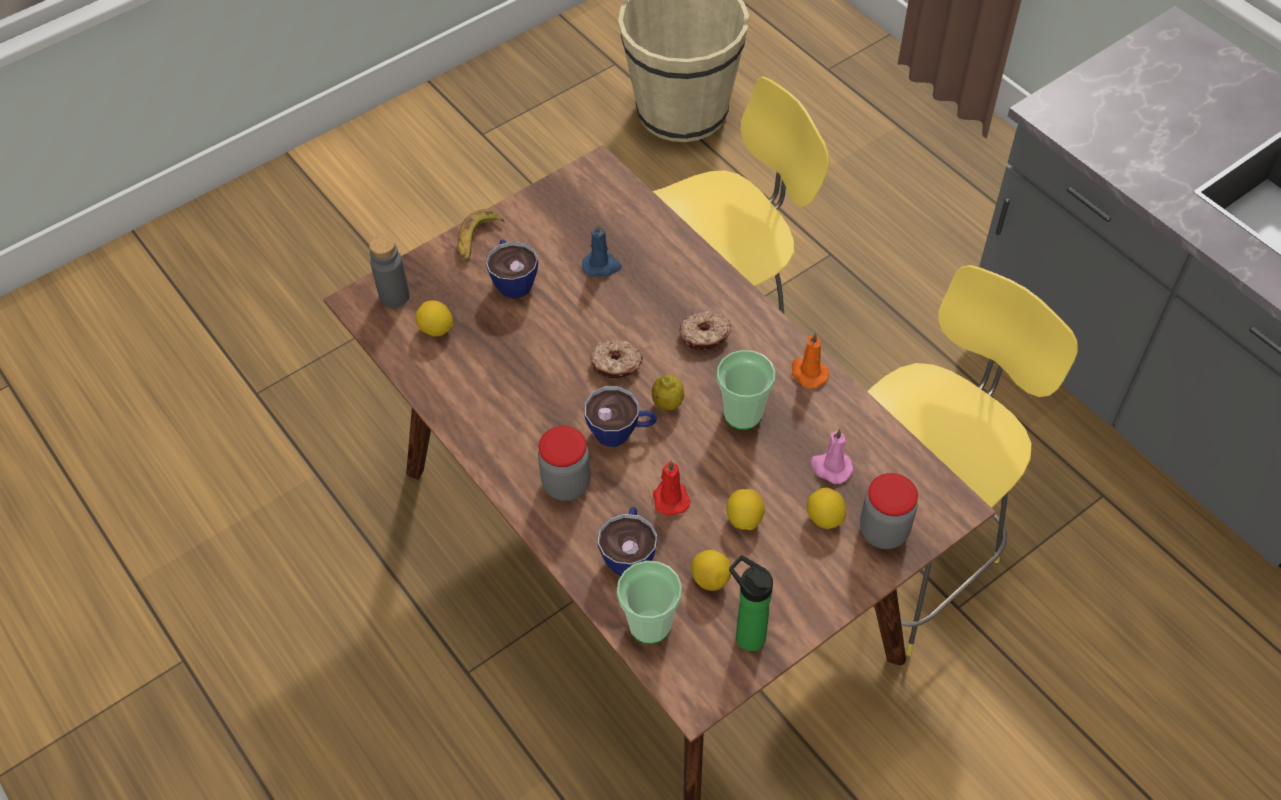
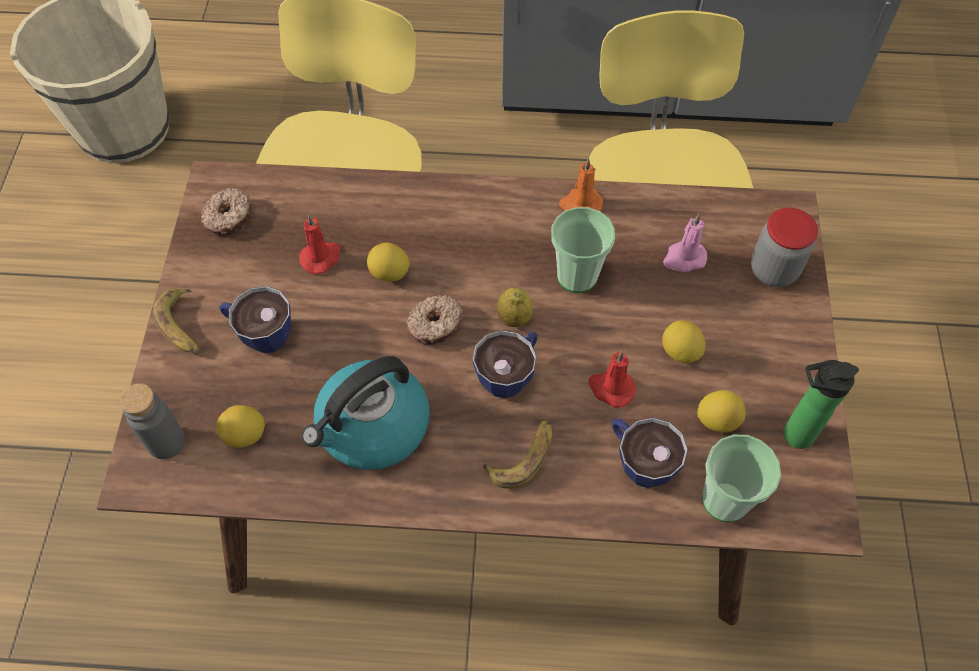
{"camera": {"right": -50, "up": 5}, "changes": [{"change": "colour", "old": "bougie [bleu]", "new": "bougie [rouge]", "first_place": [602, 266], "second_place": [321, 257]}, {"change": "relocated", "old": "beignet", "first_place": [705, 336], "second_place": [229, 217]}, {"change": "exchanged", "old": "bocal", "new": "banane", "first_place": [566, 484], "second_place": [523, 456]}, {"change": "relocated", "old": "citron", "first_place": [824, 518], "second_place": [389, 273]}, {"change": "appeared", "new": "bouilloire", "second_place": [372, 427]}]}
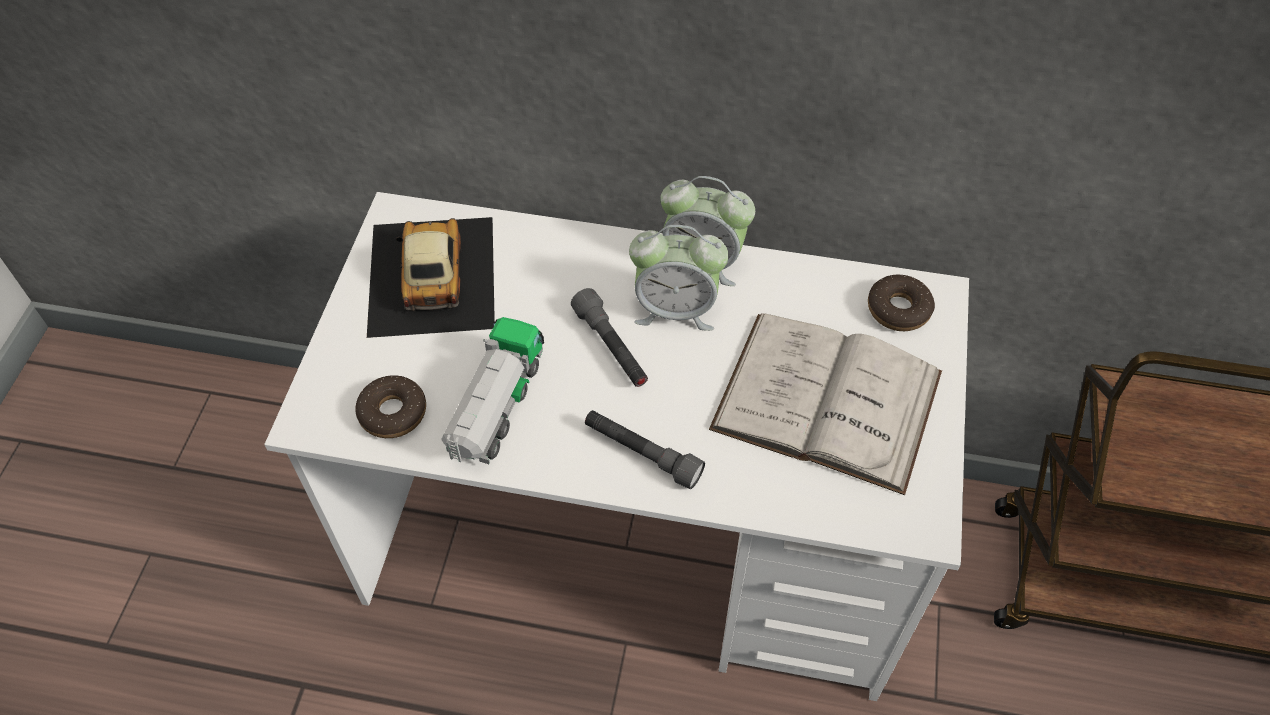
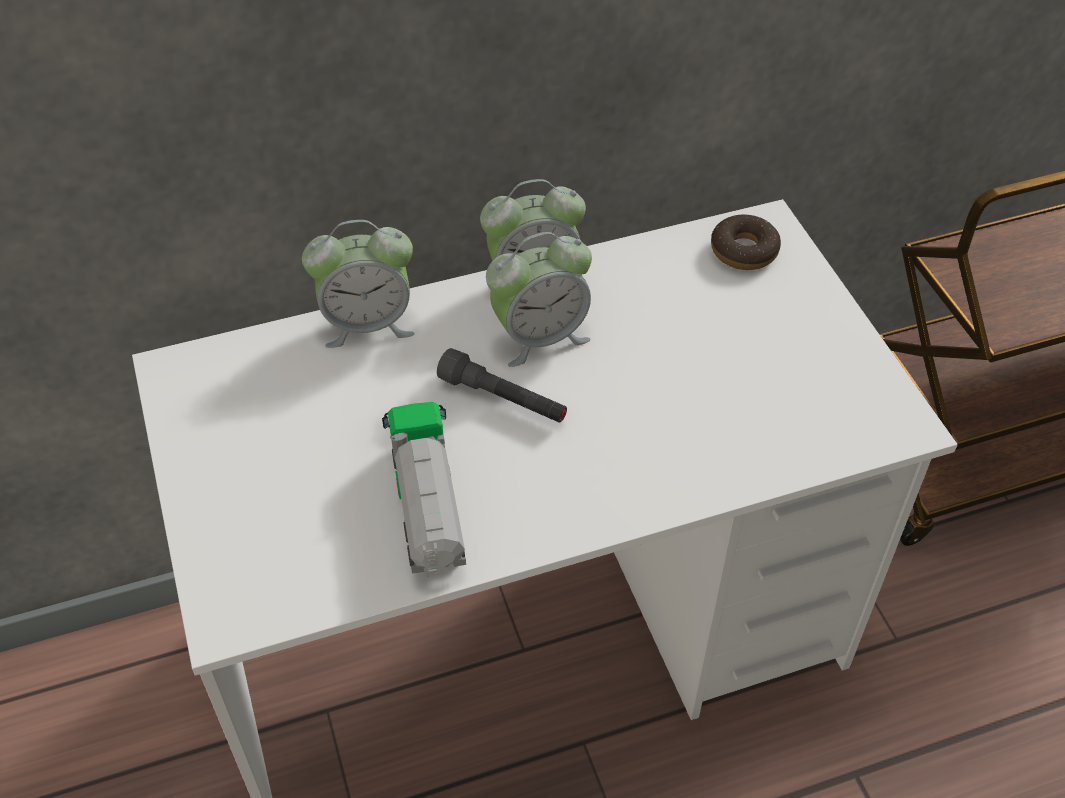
{"camera": {"right": -30, "up": -5}, "changes": [{"change": "missing", "old": "petite voiture", "first_place": [431, 276]}, {"change": "missing", "old": "livre [blanc]", "first_place": [827, 400]}, {"change": "missing", "old": "beignet", "first_place": [393, 413]}, {"change": "missing", "old": "lampe de poche [gris]", "first_place": [642, 454]}, {"change": "appeared", "new": "réveil", "second_place": [367, 323]}]}
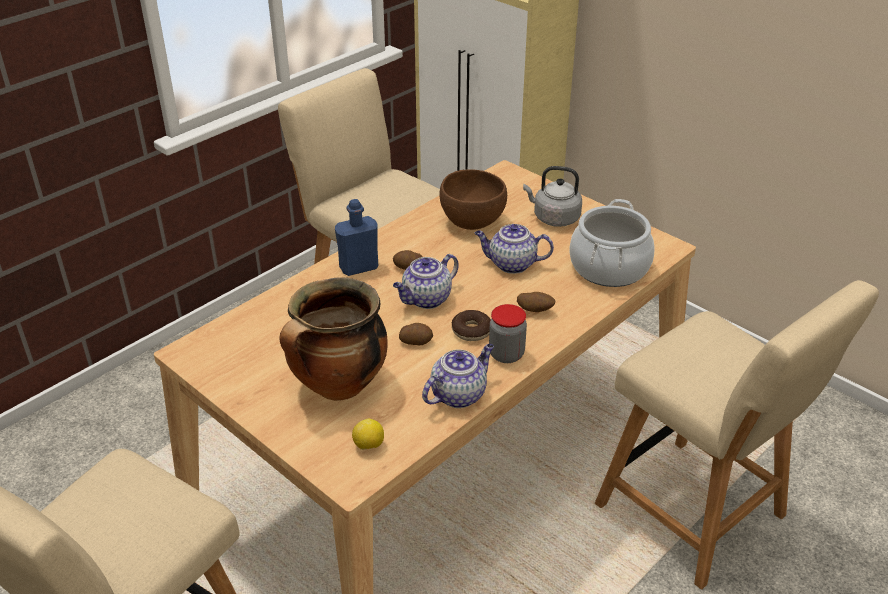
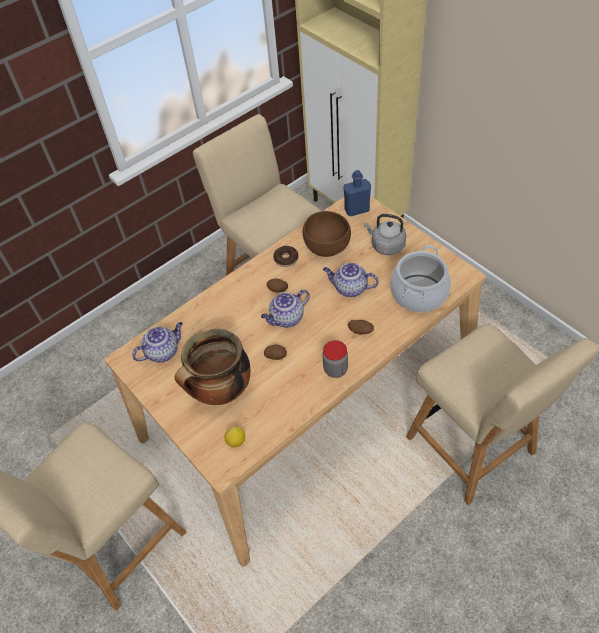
{"camera": {"right": 10, "up": 15}, "changes": [{"change": "relocated", "old": "bouteille [bleu]", "first_place": [359, 267], "second_place": [357, 210]}, {"change": "relocated", "old": "beignet", "first_place": [471, 331], "second_place": [286, 259]}, {"change": "relocated", "old": "théière", "first_place": [458, 394], "second_place": [163, 351]}]}
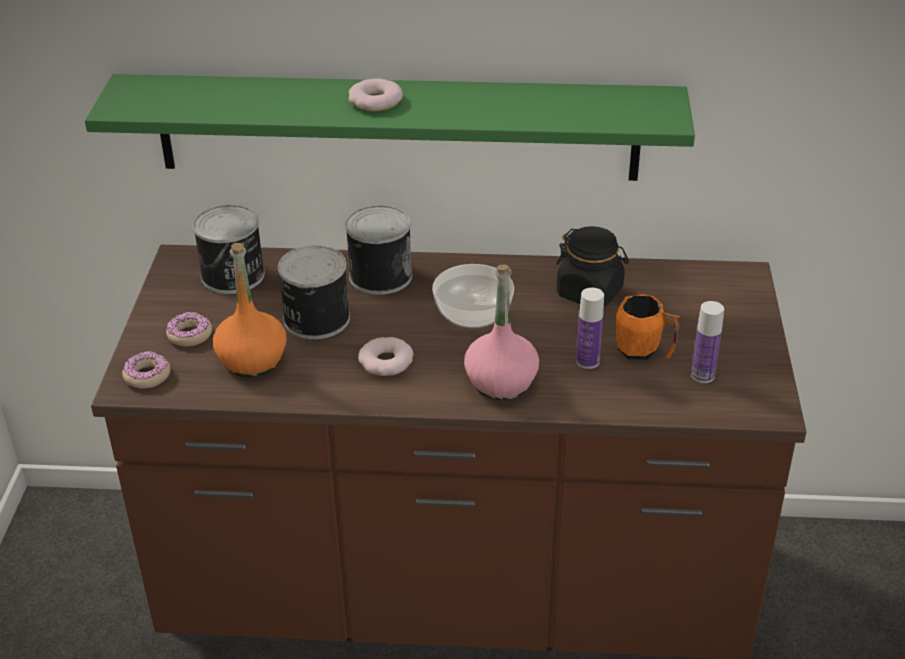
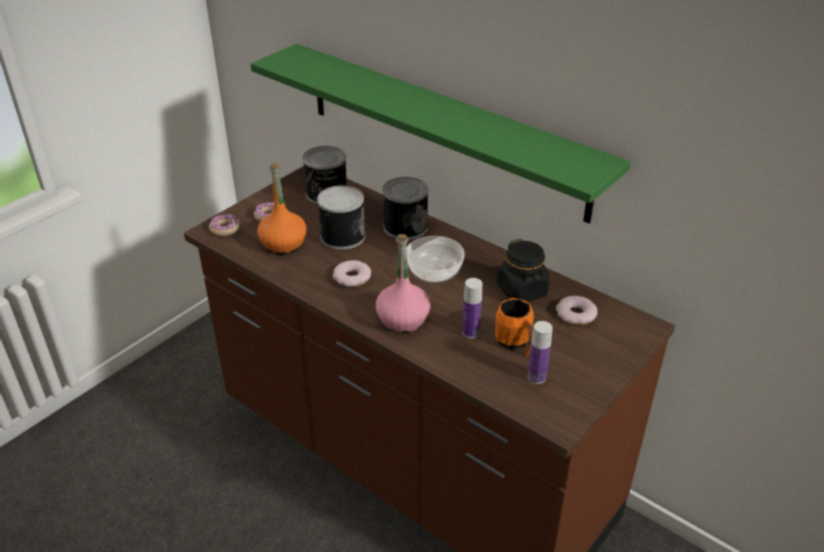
{"camera": {"right": 35, "up": 0}, "changes": [{"change": "relocated", "old": "beignet", "first_place": [375, 101], "second_place": [576, 314]}]}
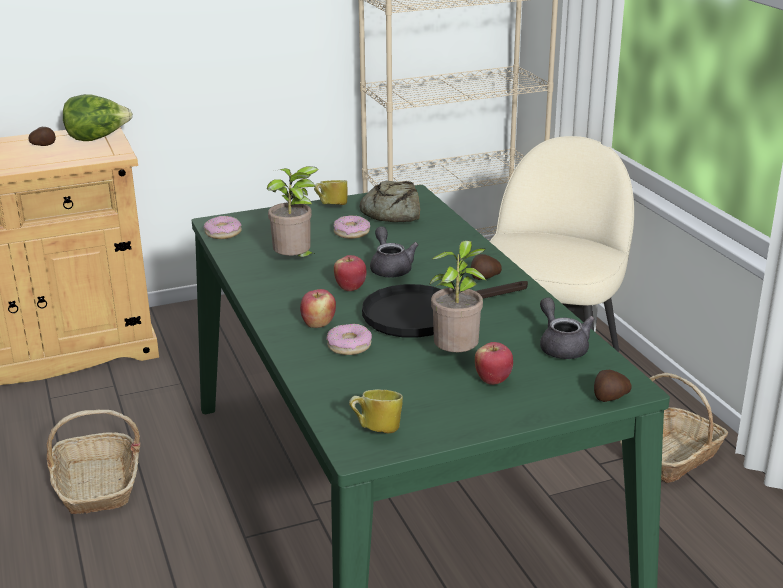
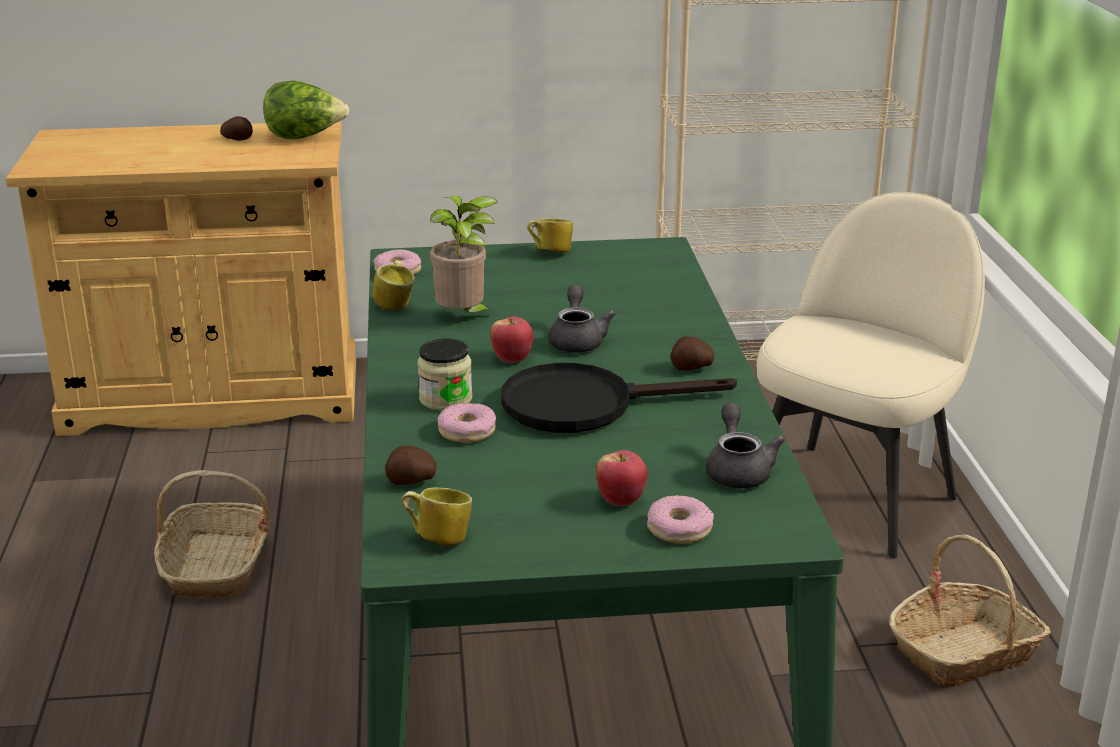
{"camera": {"right": 15, "up": 0}, "changes": [{"change": "missing", "old": "pain", "first_place": [391, 212]}, {"change": "relocated", "old": "beignet", "first_place": [351, 232], "second_place": [679, 529]}, {"change": "missing", "old": "plante en pot", "first_place": [457, 356]}, {"change": "exchanged", "old": "pomme", "new": "bocal", "first_place": [318, 324], "second_place": [445, 399]}, {"change": "relocated", "old": "pomme de terre", "first_place": [609, 398], "second_place": [411, 482]}, {"change": "appeared", "new": "mug", "second_place": [396, 305]}]}
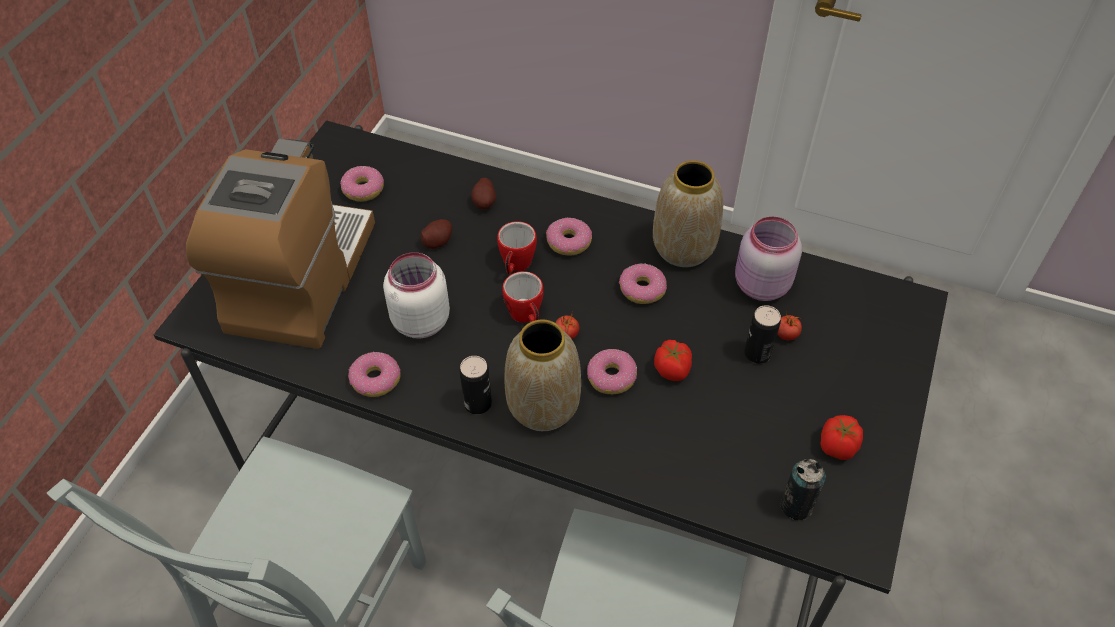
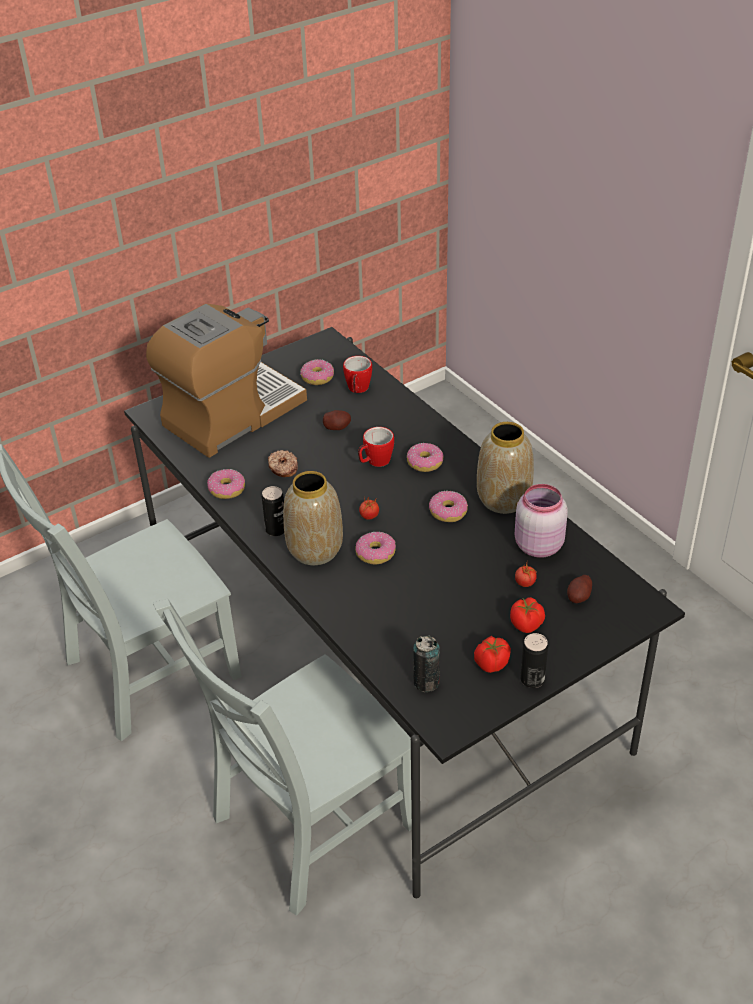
{"camera": {"right": 35, "up": -10}, "changes": [{"change": "relocated", "old": "pomme de terre", "first_place": [484, 202], "second_place": [578, 597]}, {"change": "exchanged", "old": "bocal [blanc]", "new": "beignet", "first_place": [419, 321], "second_place": [283, 468]}, {"change": "relocated", "old": "mug", "first_place": [526, 316], "second_place": [357, 390]}, {"change": "relocated", "old": "boîte métallique", "first_place": [757, 353], "second_place": [532, 679]}, {"change": "relocated", "old": "tomate", "first_place": [672, 370], "second_place": [527, 624]}]}
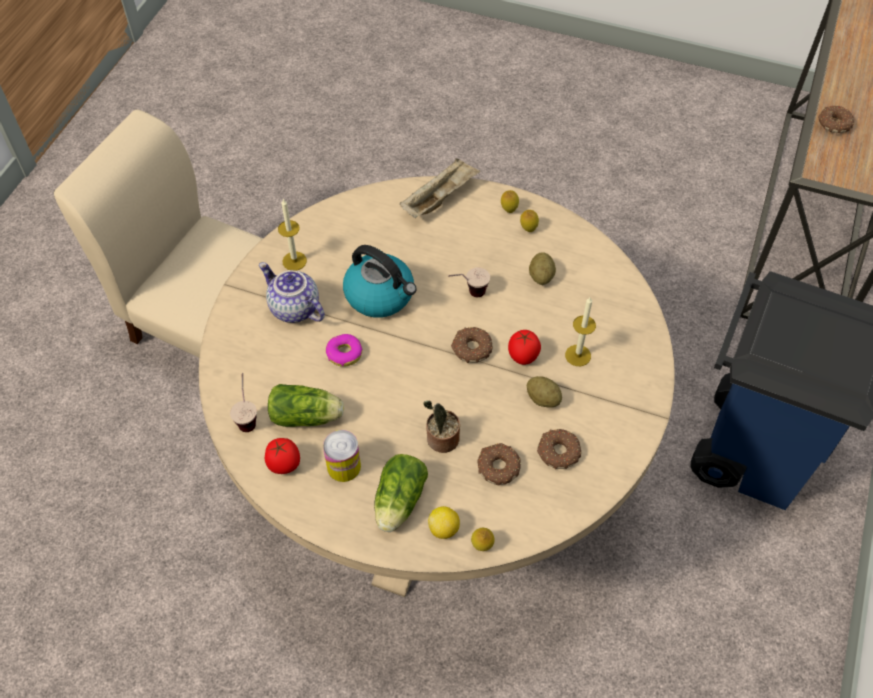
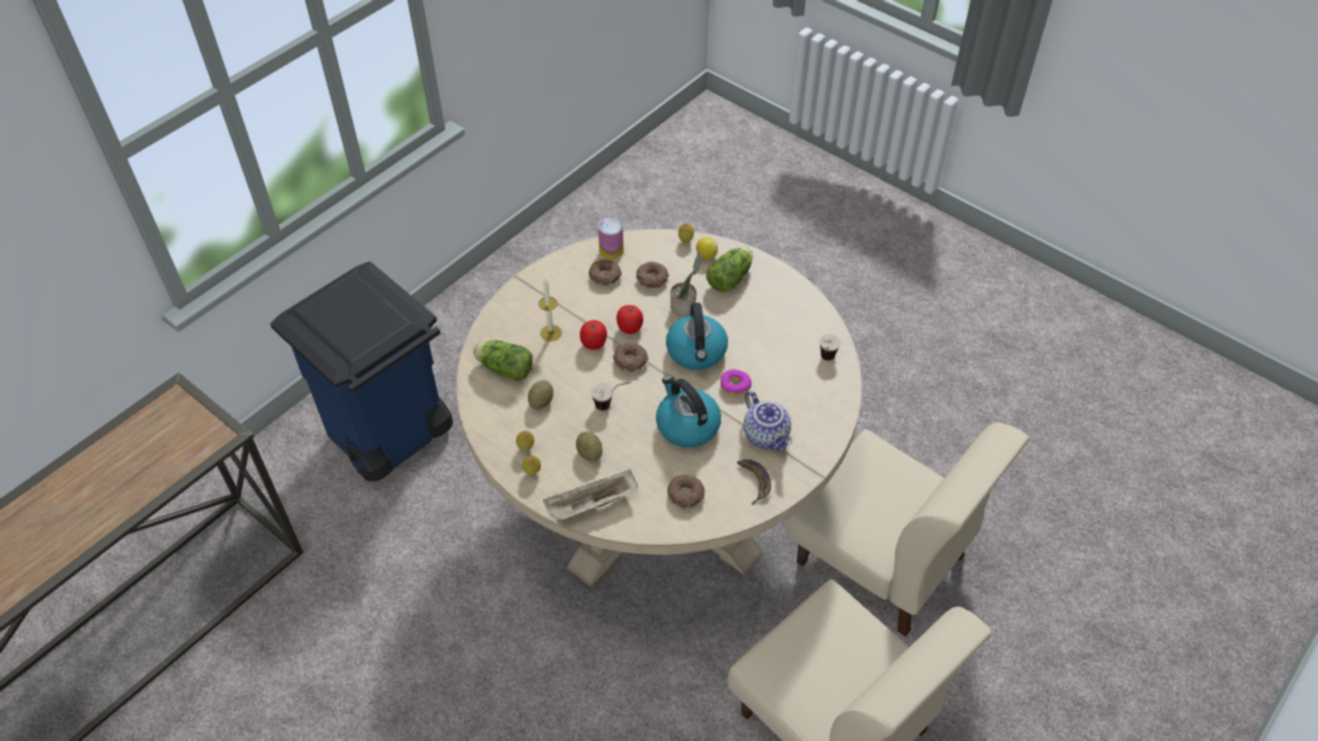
{"camera": {"right": -160, "up": -5}, "changes": [{"change": "relocated", "old": "beignet", "first_place": [833, 123], "second_place": [686, 495]}, {"change": "exchanged", "old": "bougie", "new": "banane", "first_place": [294, 261], "second_place": [754, 481]}, {"change": "relocated", "old": "pomme de terre", "first_place": [543, 399], "second_place": [589, 453]}, {"change": "relocated", "old": "laitue", "first_place": [308, 416], "second_place": [503, 368]}, {"change": "relocated", "old": "boîte métallique", "first_place": [344, 466], "second_place": [611, 249]}, {"change": "relocated", "old": "tomate", "first_place": [284, 465], "second_place": [630, 328]}, {"change": "appeared", "new": "bouilloire", "second_place": [697, 352]}, {"change": "appeared", "new": "chaise [beige]", "second_place": [881, 560]}]}
